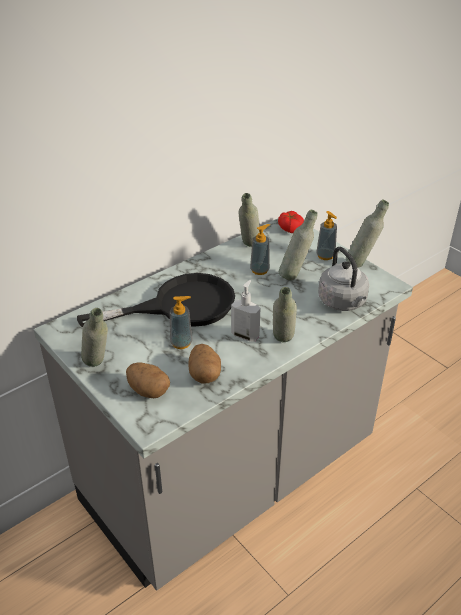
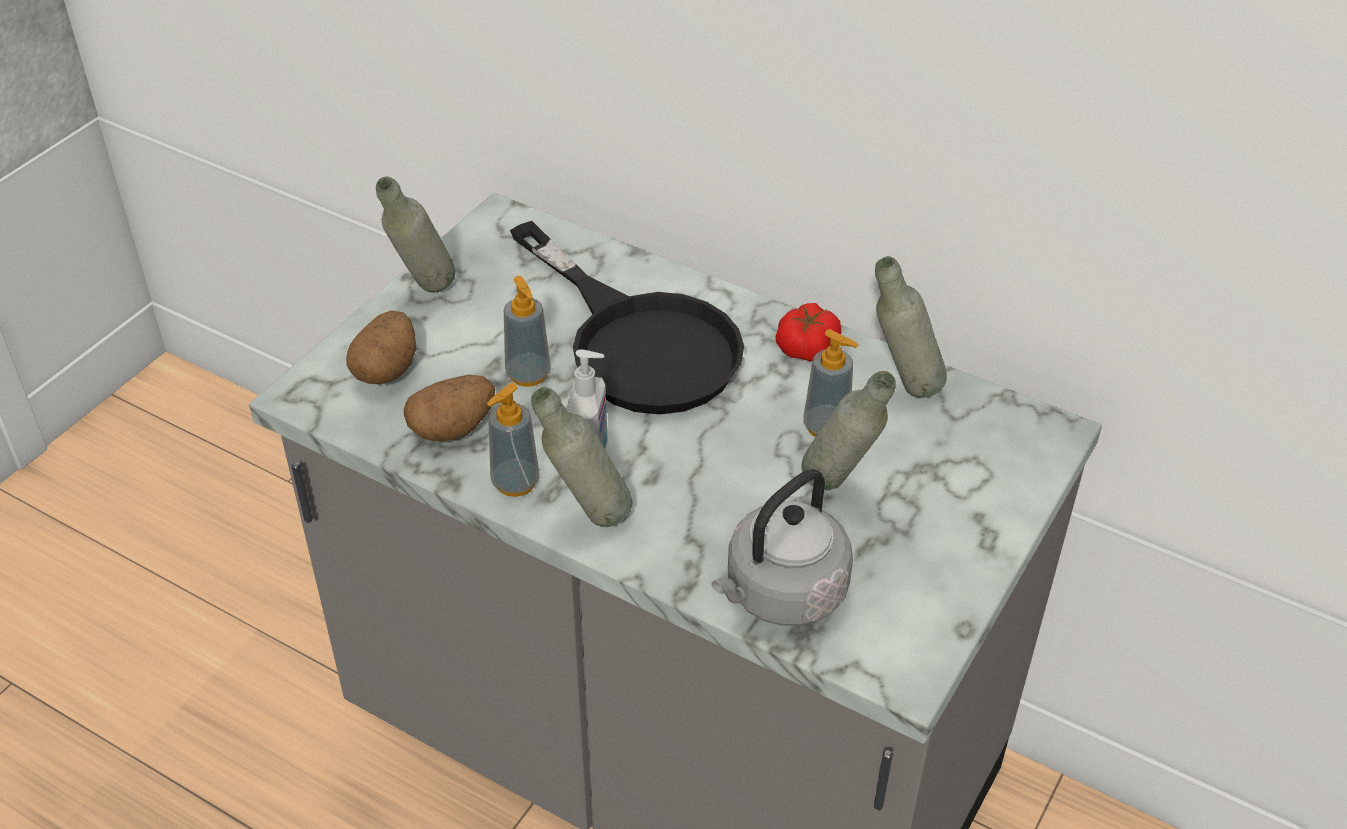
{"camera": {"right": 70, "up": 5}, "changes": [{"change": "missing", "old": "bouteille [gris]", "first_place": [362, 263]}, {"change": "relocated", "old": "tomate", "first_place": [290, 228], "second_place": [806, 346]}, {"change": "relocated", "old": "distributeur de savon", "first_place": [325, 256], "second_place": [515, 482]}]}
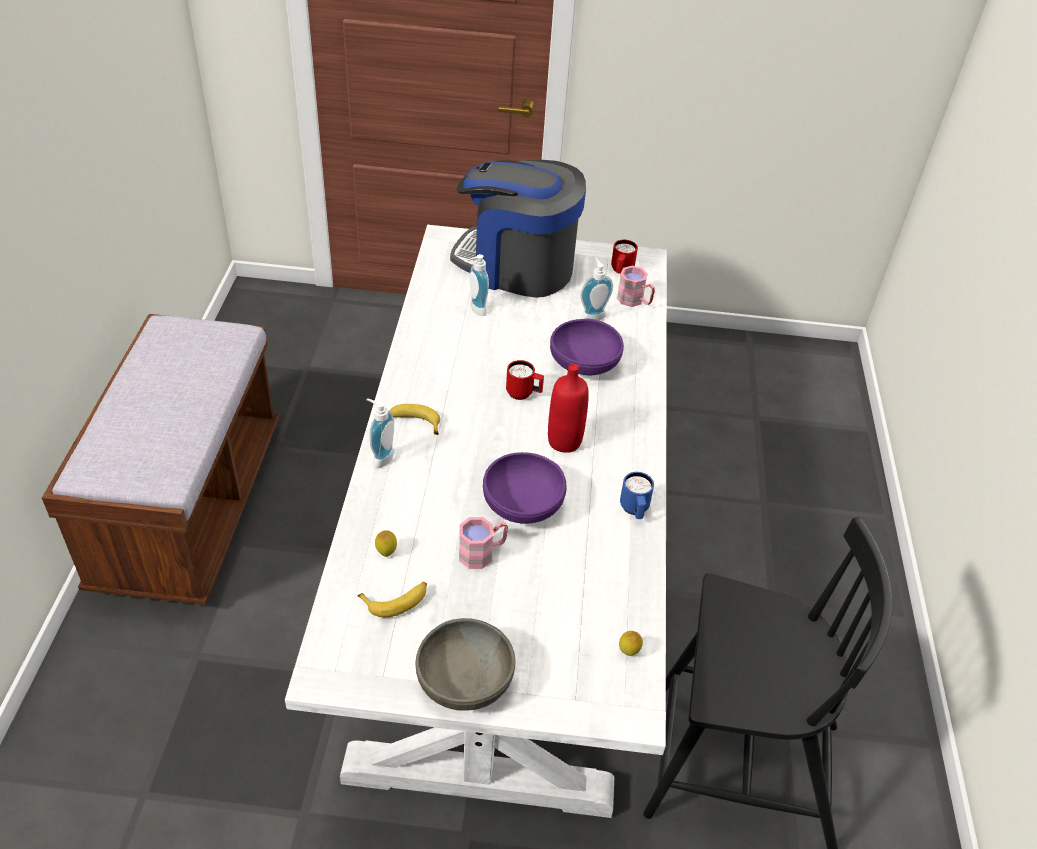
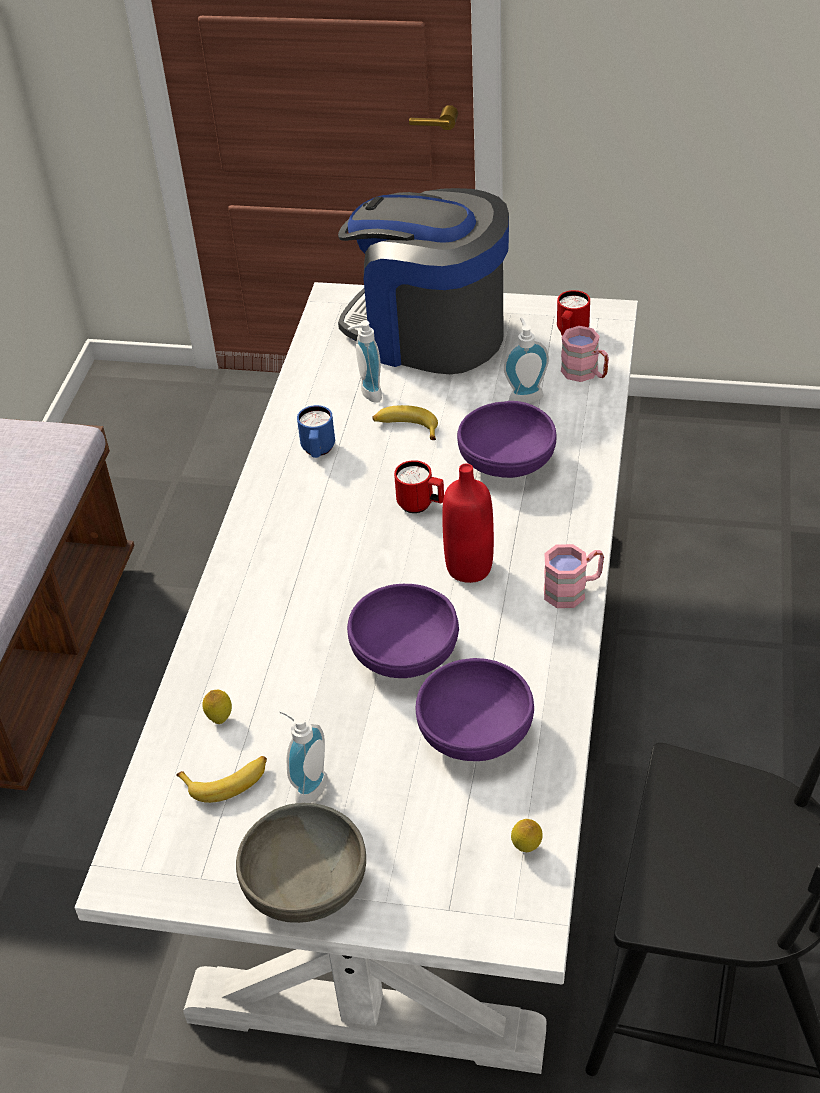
{"camera": {"right": 10, "up": 0}, "changes": [{"change": "relocated", "old": "distributeur de savon", "first_place": [380, 457], "second_place": [307, 787]}, {"change": "relocated", "old": "banane", "first_place": [414, 422], "second_place": [406, 427]}, {"change": "relocated", "old": "mug [bleu]", "first_place": [634, 510], "second_place": [318, 451]}, {"change": "relocated", "old": "mug [rose]", "first_place": [482, 552], "second_place": [573, 590]}, {"change": "appeared", "new": "bol [violet]", "second_place": [475, 732]}]}
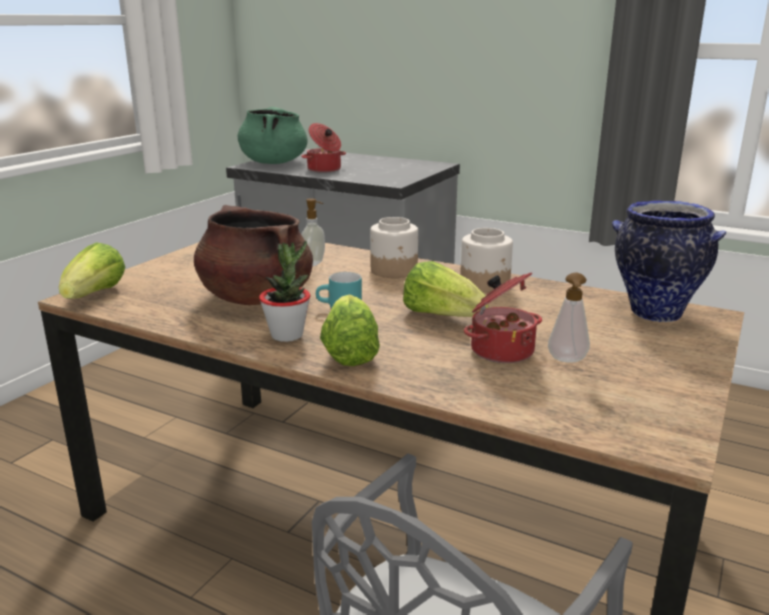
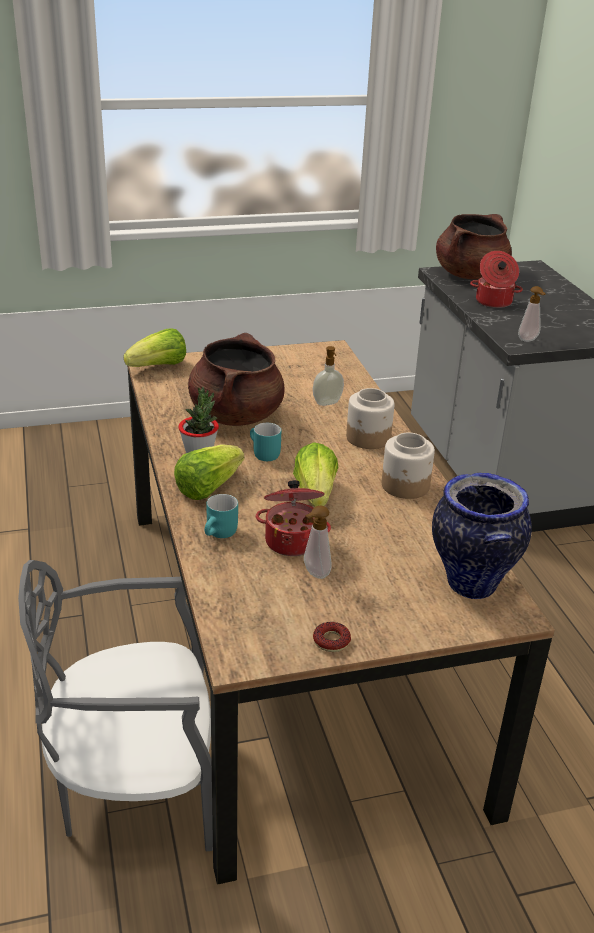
{"camera": {"right": 45, "up": 10}, "changes": [{"change": "colour", "old": "marmite [vert]", "new": "marmite [marron]", "first_place": [273, 162], "second_place": [470, 275]}, {"change": "appeared", "new": "distributeur de savon", "second_place": [528, 340]}, {"change": "appeared", "new": "mug [turquoise]", "second_place": [221, 534]}, {"change": "appeared", "new": "beignet", "second_place": [331, 641]}]}
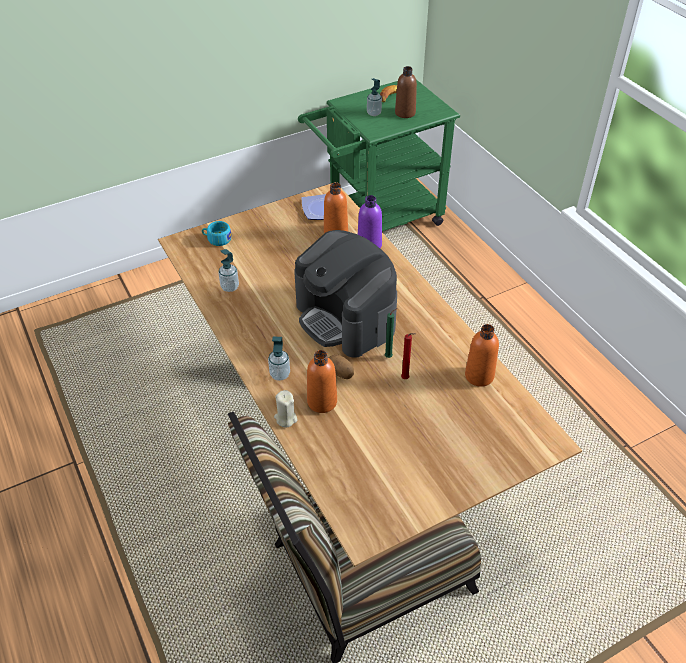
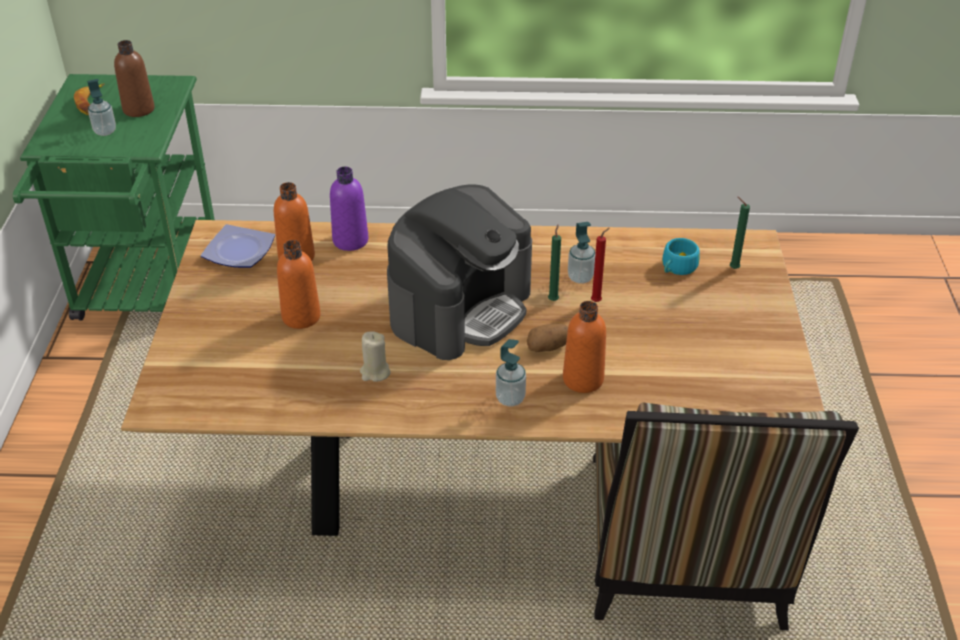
{"camera": {"right": -60, "up": -5}, "changes": [{"change": "relocated", "old": "tasse [turquoise]", "first_place": [217, 239], "second_place": [677, 268]}, {"change": "spun", "old": "machine à café", "first_place": [346, 318], "second_place": [460, 308], "degrees": -45}, {"change": "relocated", "old": "distributeur de savon", "first_place": [230, 287], "second_place": [580, 277]}, {"change": "relocated", "old": "bouteille [orange]", "first_place": [479, 376], "second_place": [301, 317]}, {"change": "relocated", "old": "bougie [beige]", "first_place": [285, 418], "second_place": [375, 372]}, {"change": "appeared", "new": "bougie [vert]", "second_place": [732, 268]}]}
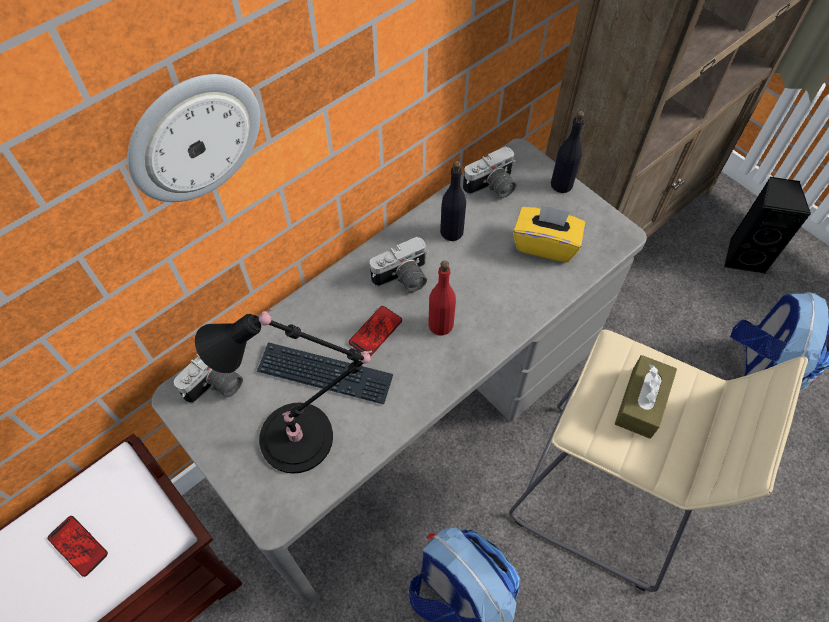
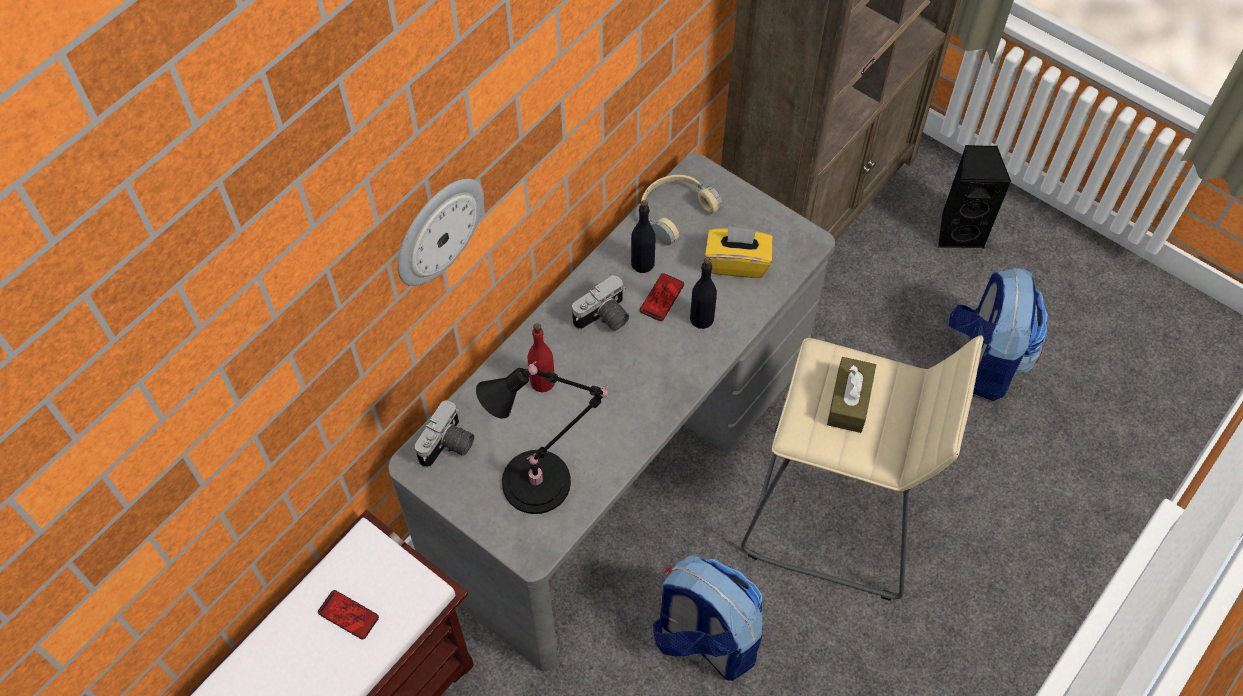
{"camera": {"right": -10, "up": 0}, "changes": [{"change": "relocated", "old": "bouteille [noir]", "first_place": [562, 184], "second_place": [702, 318]}, {"change": "exchanged", "old": "appareil photo", "new": "casque audio [beige]", "first_place": [492, 188], "second_place": [674, 211]}, {"change": "relocated", "old": "bouteille [rouge]", "first_place": [441, 324], "second_place": [542, 381]}, {"change": "relocated", "old": "téléphone", "first_place": [375, 331], "second_place": [662, 298]}, {"change": "missing", "old": "clavier", "first_place": [325, 374]}]}
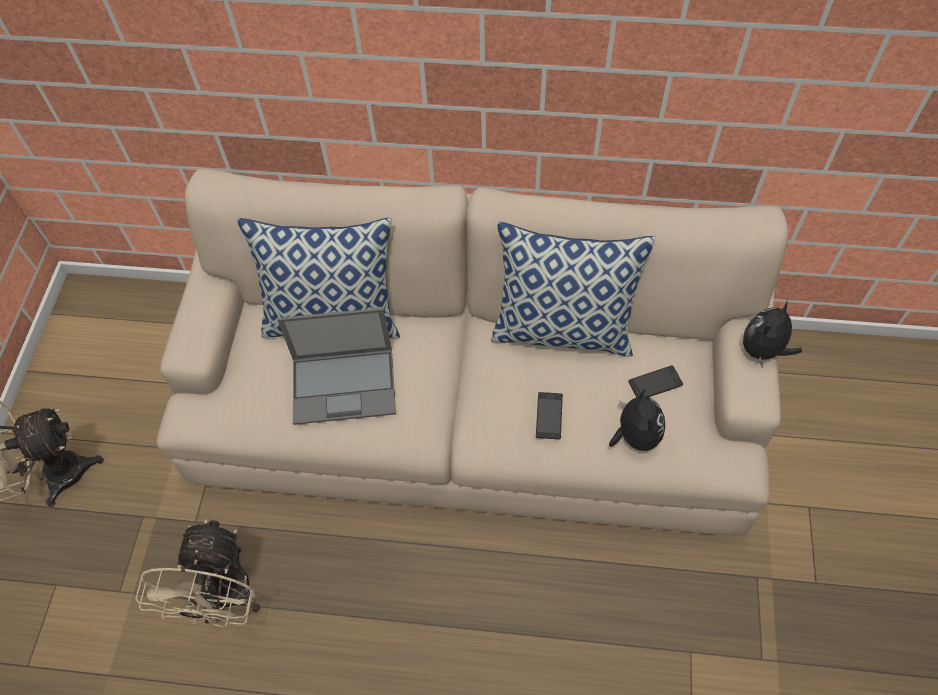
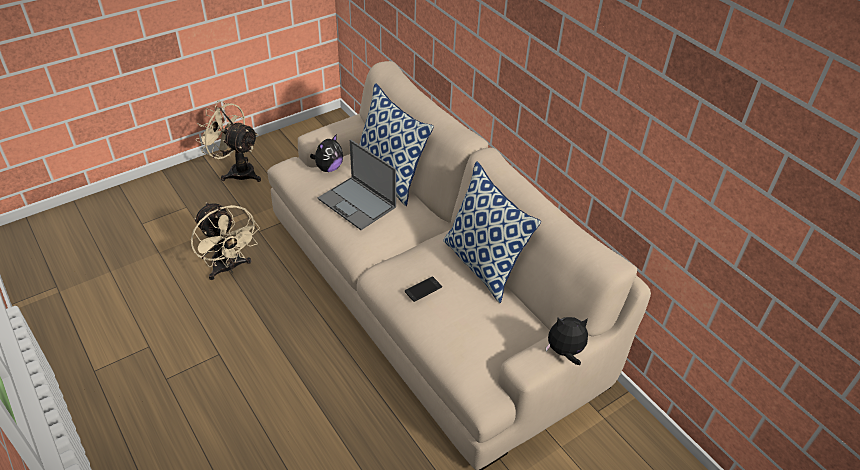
{"camera": {"right": 45, "up": -15}, "changes": [{"change": "missing", "old": "téléphone", "first_place": [655, 383]}, {"change": "relocated", "old": "peluche", "first_place": [635, 436], "second_place": [328, 168]}, {"change": "spun", "old": "ventilateur [beige]", "first_place": [226, 600], "second_place": [229, 268], "degrees": -90}]}
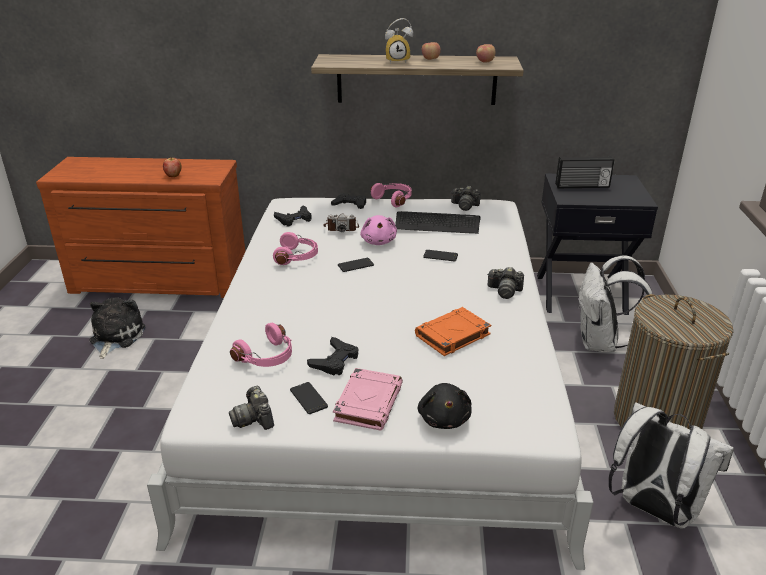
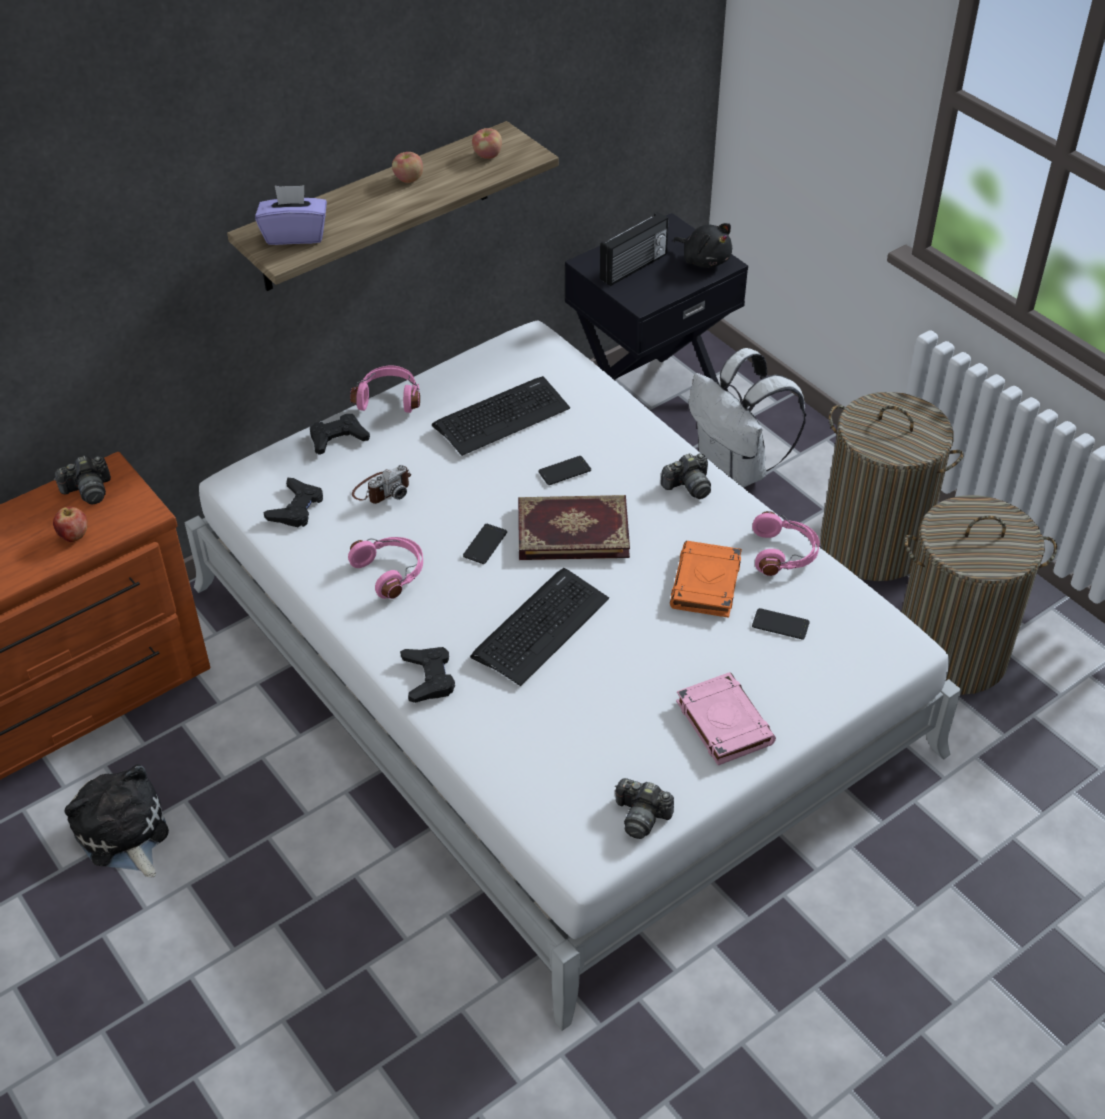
{"camera": {"right": -40, "up": 15}, "changes": [{"change": "missing", "old": "réveil", "first_place": [398, 61]}, {"change": "relocated", "old": "appareil photo", "first_place": [465, 206], "second_place": [88, 490]}, {"change": "missing", "old": "peluche [rose]", "first_place": [378, 241]}, {"change": "relocated", "old": "casque audio [rose]", "first_place": [267, 357], "second_place": [784, 554]}, {"change": "relocated", "old": "manette [noir]", "first_place": [335, 361], "second_place": [428, 678]}, {"change": "relocated", "old": "téléphone", "first_place": [308, 398], "second_place": [780, 624]}, {"change": "relocated", "old": "peluche [noir]", "first_place": [444, 418], "second_place": [704, 260]}, {"change": "exchanged", "old": "sac à dos [blanc]", "new": "panier à linge", "first_place": [652, 509], "second_place": [950, 653]}, {"change": "appeared", "new": "boîte à mouchoirs [violet]", "second_place": [295, 235]}, {"change": "appeared", "new": "livre", "second_place": [573, 529]}, {"change": "appeared", "new": "clavier", "second_place": [540, 627]}]}
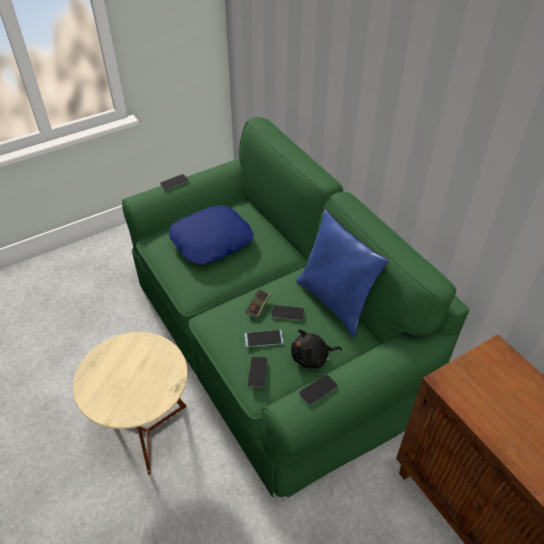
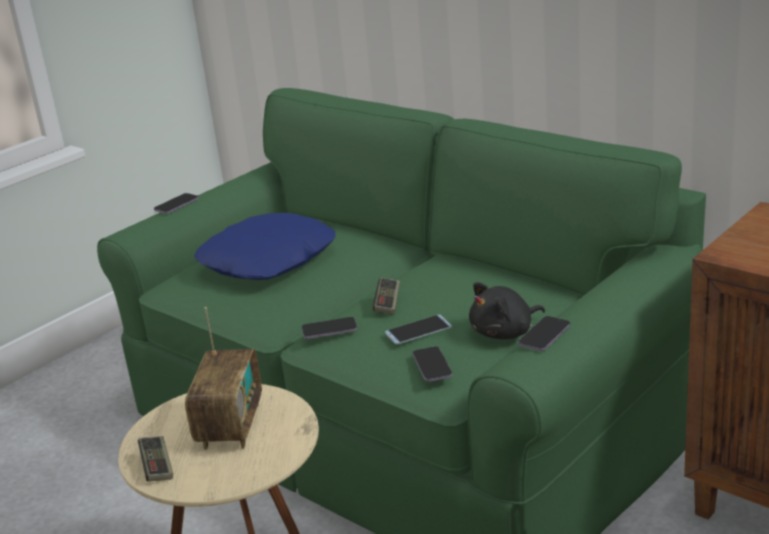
{"camera": {"right": -15, "up": -20}, "changes": [{"change": "missing", "old": "coussin [bleu]", "first_place": [336, 301]}, {"change": "relocated", "old": "téléphone", "first_place": [287, 313], "second_place": [329, 330]}, {"change": "appeared", "new": "radio", "second_place": [230, 426]}, {"change": "appeared", "new": "manette", "second_place": [157, 467]}]}
